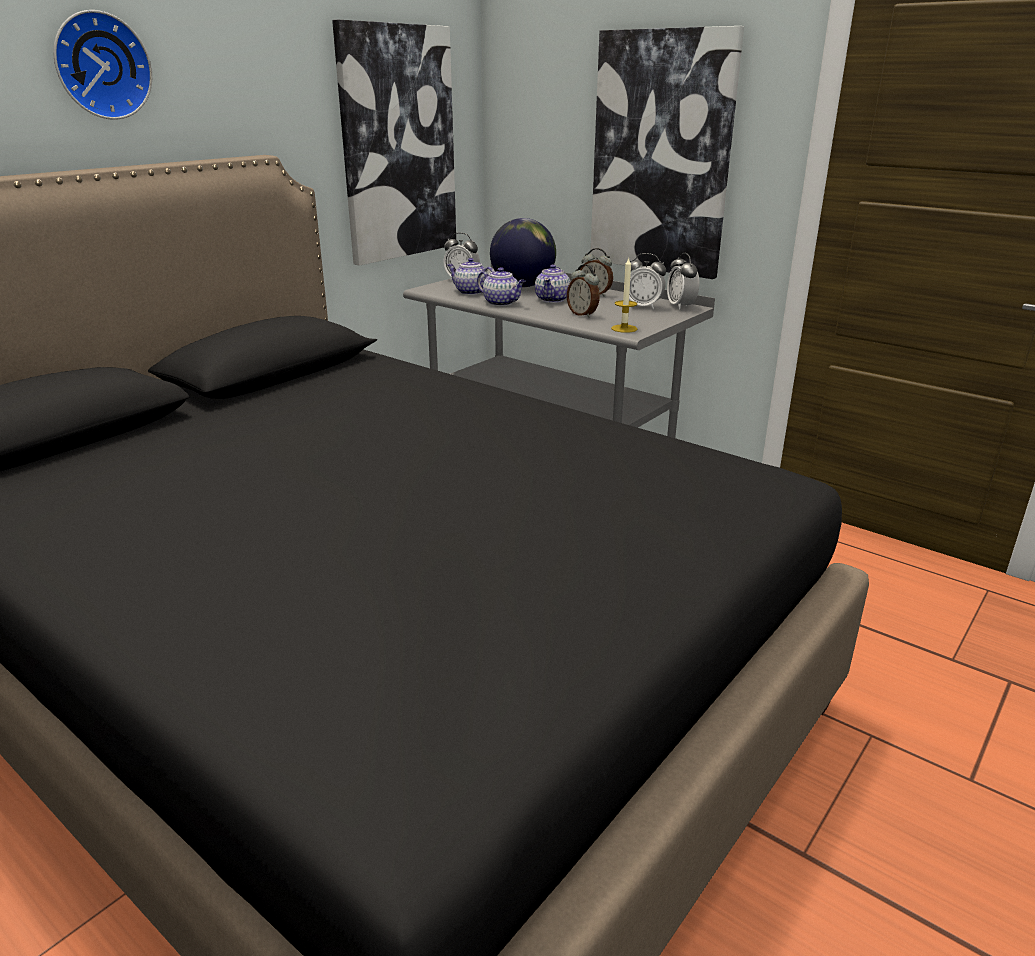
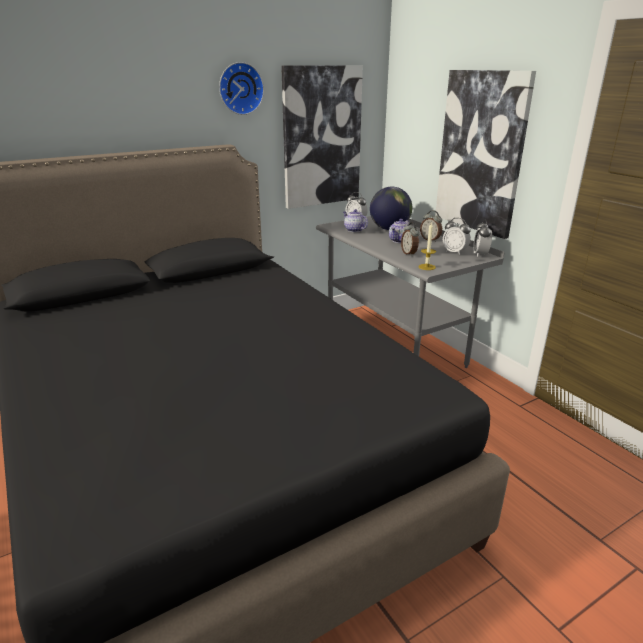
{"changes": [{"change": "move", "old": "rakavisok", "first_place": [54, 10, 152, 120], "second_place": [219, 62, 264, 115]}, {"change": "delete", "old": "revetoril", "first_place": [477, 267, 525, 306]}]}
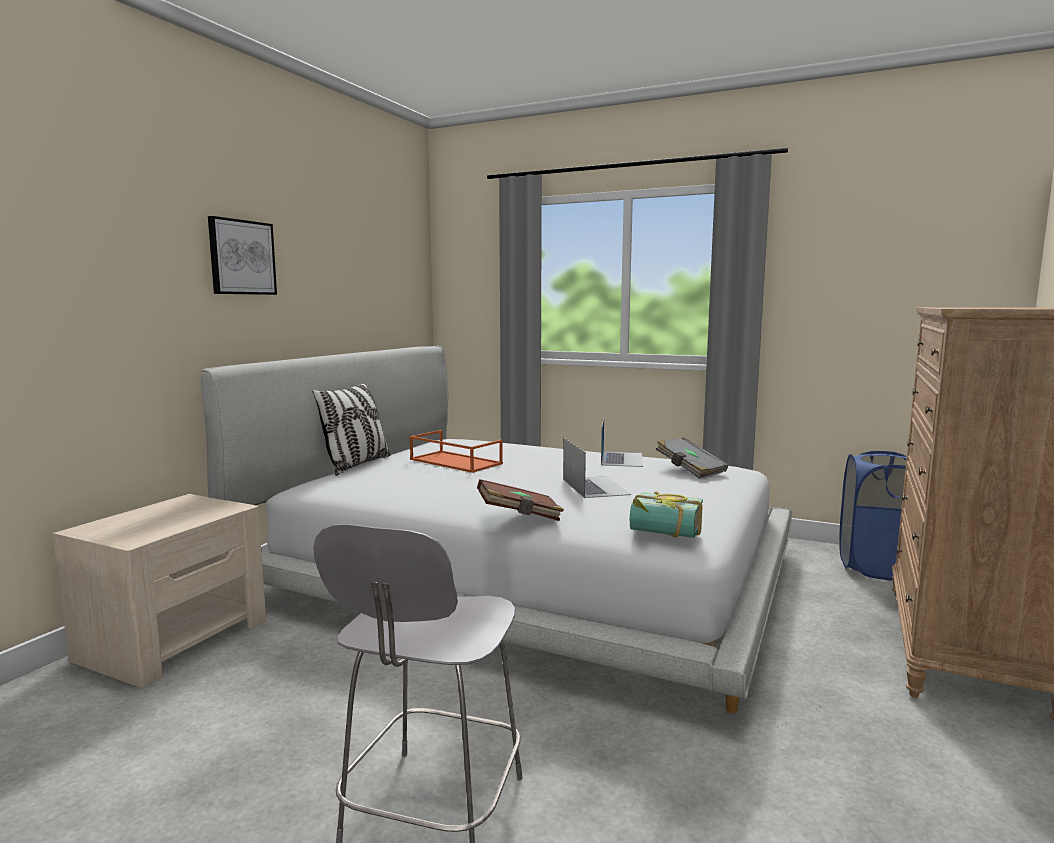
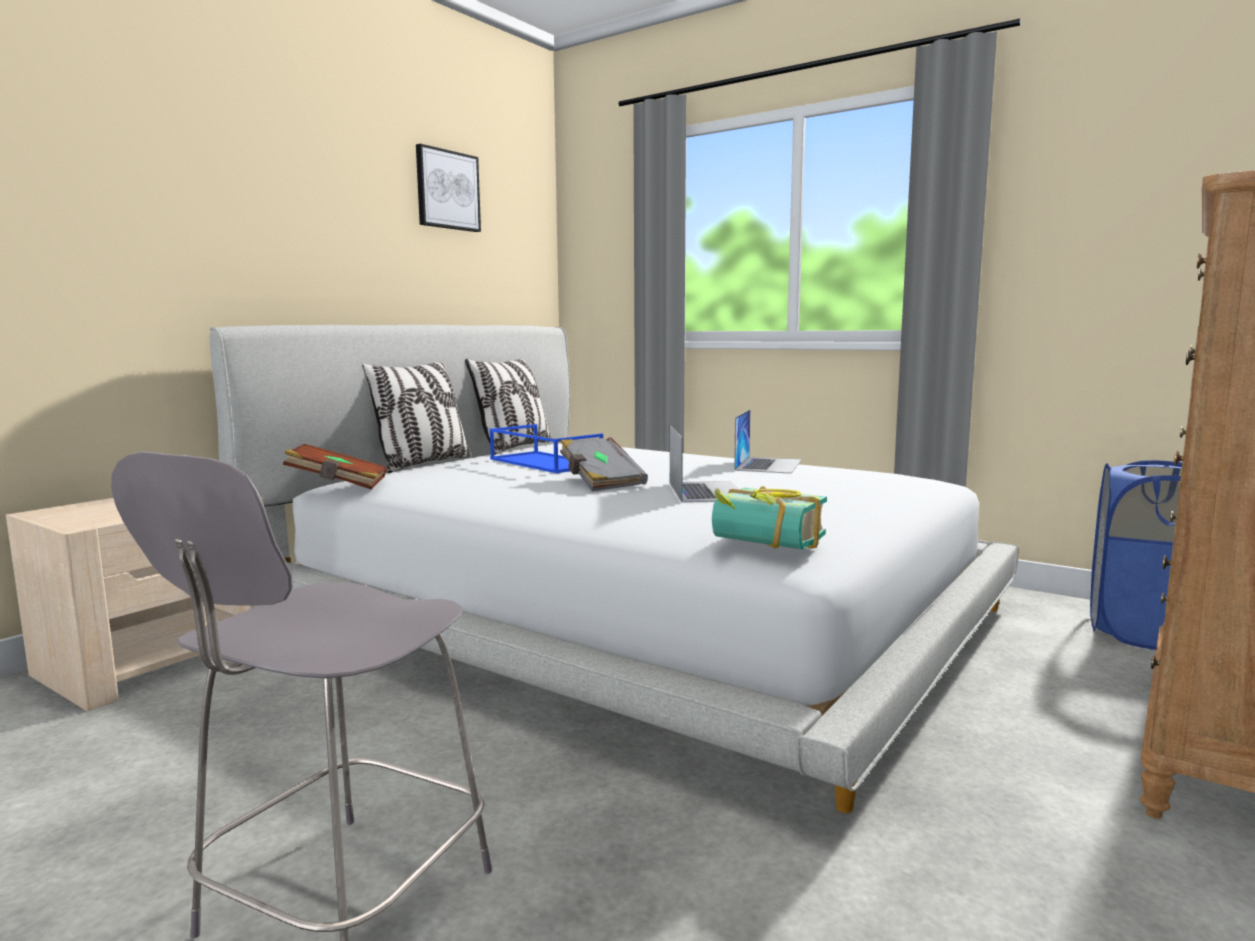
{"changes": [{"change": "move", "old": "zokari", "first_place": [208, 216, 277, 295], "second_place": [416, 144, 481, 232]}, {"change": "recolor", "old": "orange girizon", "new": "blue girizon", "first_place": [409, 430, 503, 473], "second_place": [489, 424, 603, 473]}, {"change": "move", "old": "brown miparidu", "first_place": [477, 479, 564, 521], "second_place": [283, 444, 387, 489]}, {"change": "move", "old": "grey miparidu", "first_place": [656, 438, 728, 479], "second_place": [560, 438, 648, 491]}, {"change": "insert", "new": "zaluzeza", "second_place": [465, 359, 551, 455]}]}
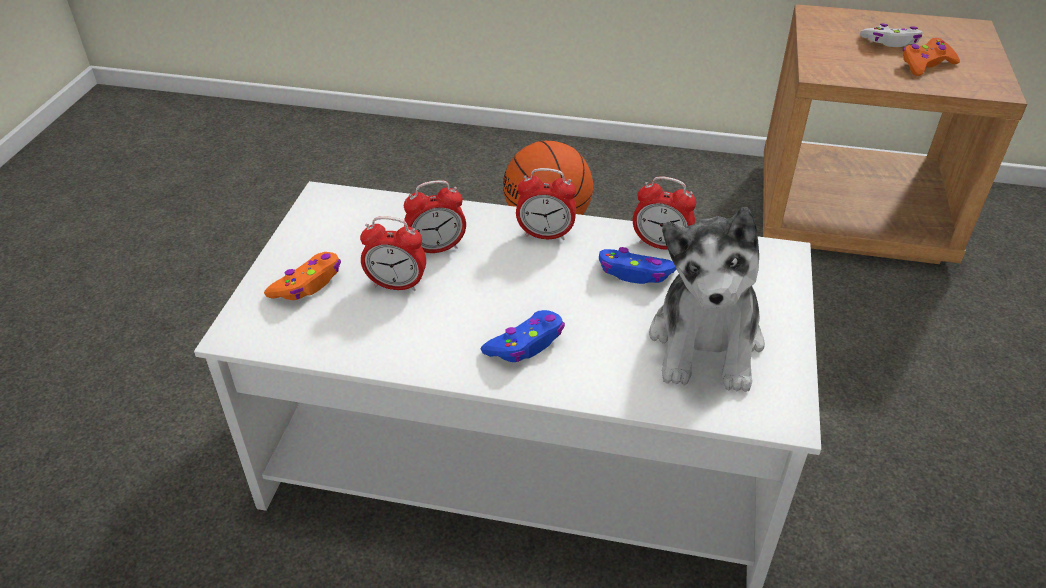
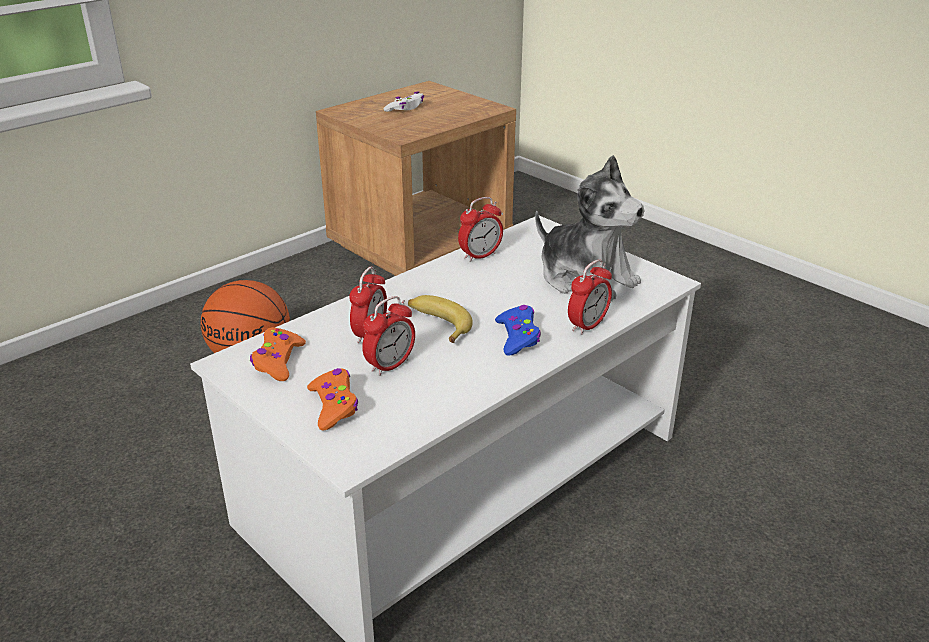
{"changes": [{"change": "move", "old": "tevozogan", "first_place": [516, 168, 576, 240], "second_place": [568, 260, 612, 335]}, {"change": "delete", "old": "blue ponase", "first_place": [599, 247, 676, 284]}, {"change": "move", "old": "orange ponase", "first_place": [902, 38, 960, 76], "second_place": [250, 327, 306, 381]}, {"change": "insert", "new": "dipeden", "second_place": [408, 295, 473, 343]}]}
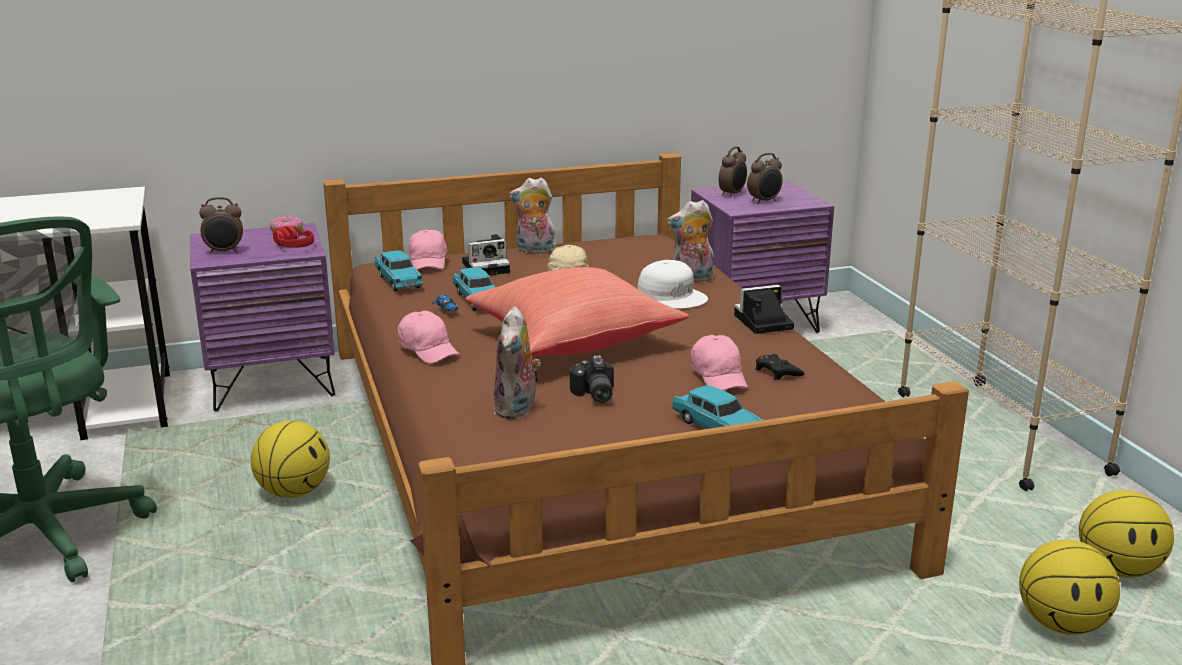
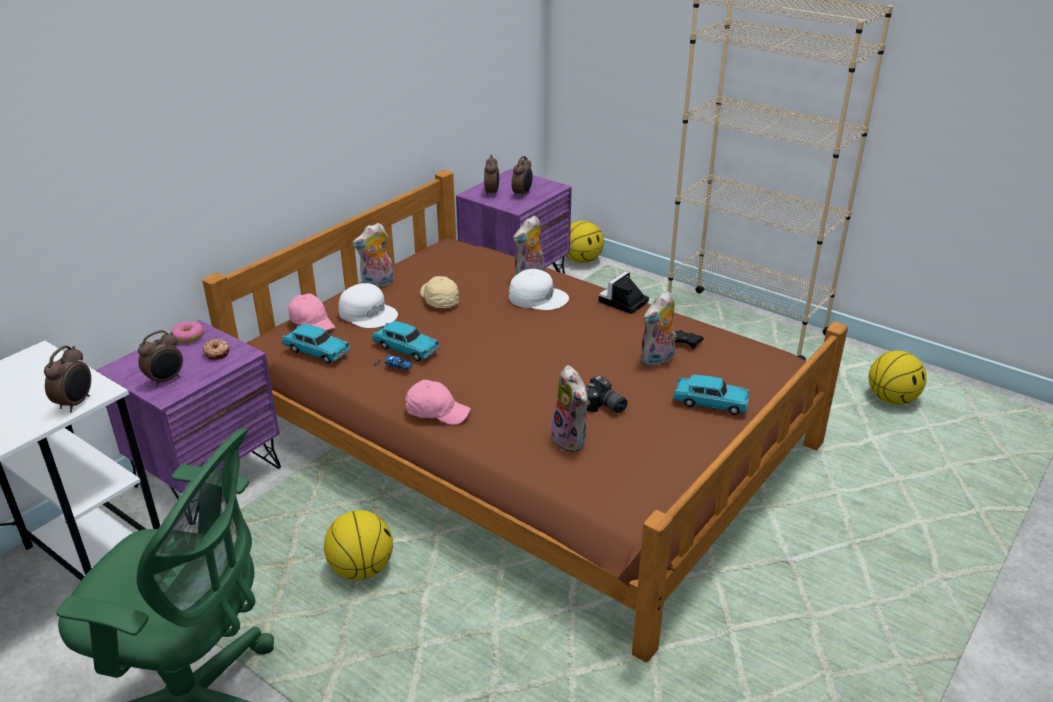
{"changes": [{"change": "replace", "old": "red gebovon", "new": "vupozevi", "first_place": [273, 225, 314, 248], "second_place": [203, 339, 229, 360]}, {"change": "replace", "old": "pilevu", "new": "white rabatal", "first_place": [462, 234, 510, 275], "second_place": [338, 283, 398, 328]}, {"change": "delete", "old": "red zaluzeza", "first_place": [465, 267, 689, 356]}, {"change": "replace", "old": "pink rabatal", "new": "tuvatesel", "first_place": [691, 335, 748, 391], "second_place": [640, 291, 676, 367]}, {"change": "move", "old": "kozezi", "first_place": [1019, 540, 1120, 635], "second_place": [566, 221, 604, 263]}, {"change": "insert", "new": "tevozogan", "second_place": [44, 345, 91, 413]}]}
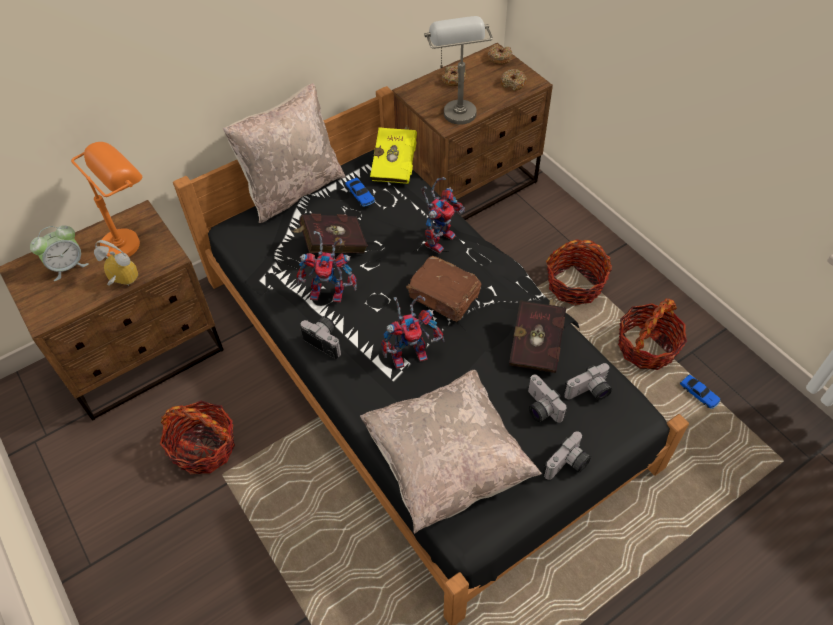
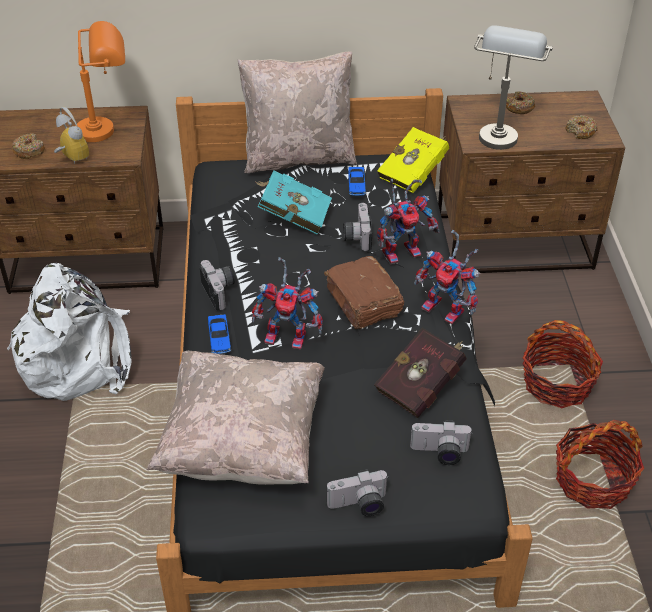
{"changes": [{"change": "delete", "old": "tevozogan", "first_place": [30, 225, 89, 281]}, {"change": "replace", "old": "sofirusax", "new": "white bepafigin", "first_place": [160, 401, 235, 475], "second_place": [7, 263, 132, 401]}, {"change": "recolor", "old": "red miparidu", "new": "turquoise miparidu", "first_place": [293, 214, 368, 254], "second_place": [256, 171, 332, 234]}, {"change": "move", "old": "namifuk", "first_place": [297, 231, 357, 302], "second_place": [414, 230, 480, 324]}, {"change": "move", "old": "vupozevi", "first_place": [488, 44, 512, 65], "second_place": [12, 133, 45, 159]}, {"change": "move", "old": "pilevu", "first_place": [528, 374, 567, 423], "second_place": [343, 203, 372, 251]}, {"change": "move", "old": "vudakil", "first_place": [680, 374, 720, 409], "second_place": [208, 314, 231, 354]}]}
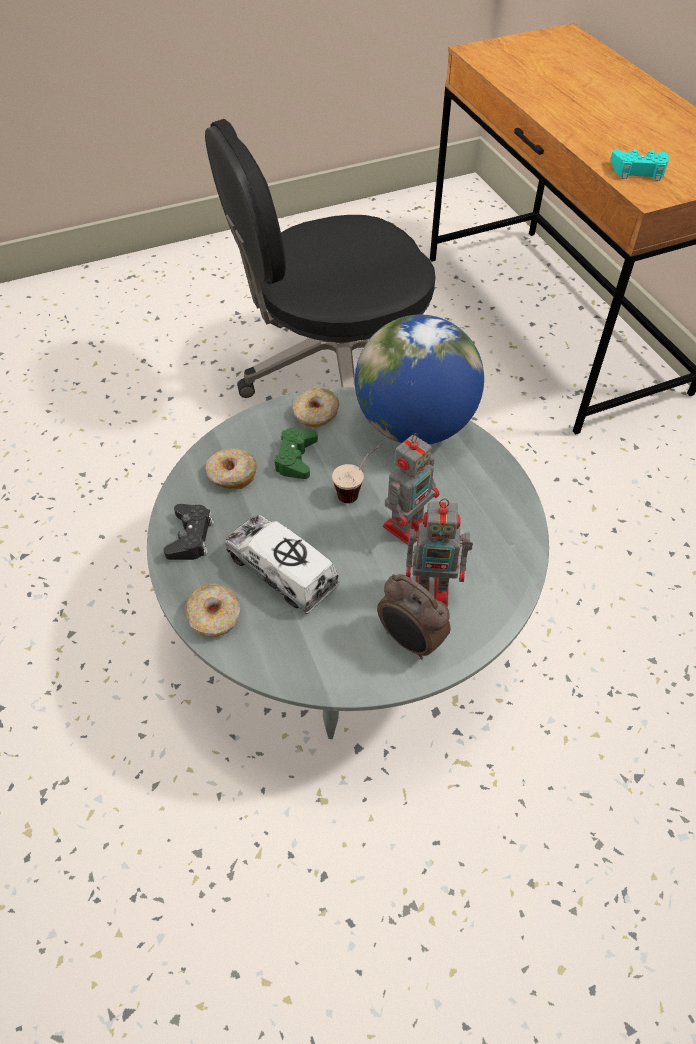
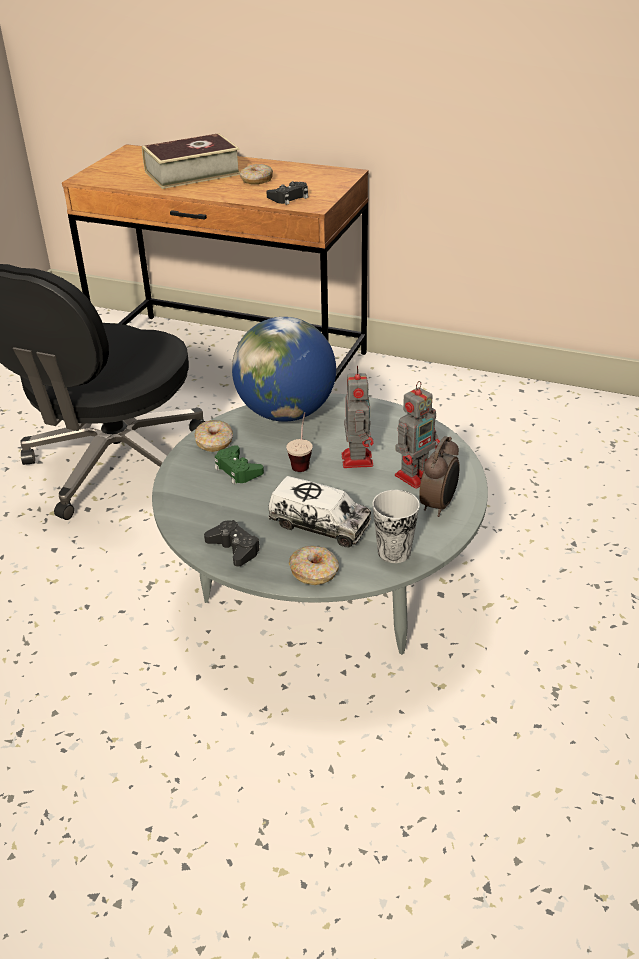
{"changes": [{"change": "move", "old": "vupozevi", "first_place": [206, 448, 257, 490], "second_place": [240, 164, 273, 184]}, {"change": "rotate", "old": "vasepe", "first_place": [225, 515, 339, 614], "second_place": [268, 476, 371, 548], "degrees": -150}, {"change": "rotate", "old": "tevozogan", "first_place": [377, 574, 451, 660], "second_place": [419, 436, 460, 517], "degrees": -60}, {"change": "recolor", "old": "turquoise ponase", "new": "black ponase", "first_place": [610, 149, 669, 181], "second_place": [266, 181, 308, 205]}, {"change": "insert", "new": "miparidu", "second_place": [142, 133, 240, 189]}, {"change": "insert", "new": "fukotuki", "second_place": [372, 490, 420, 563]}]}
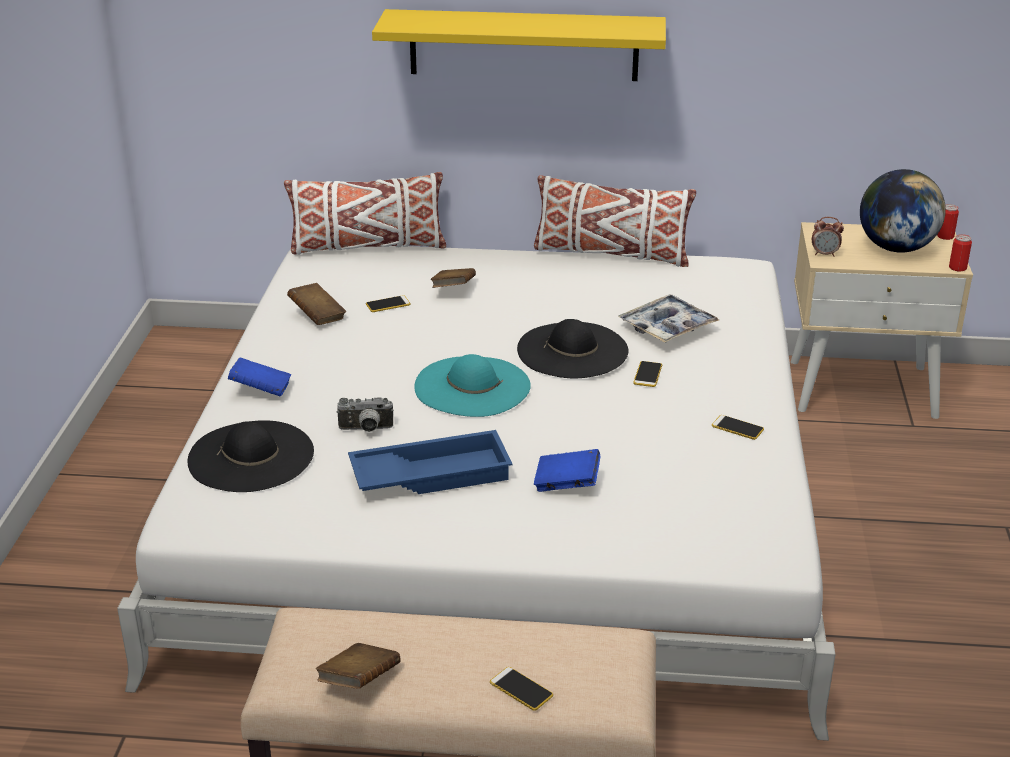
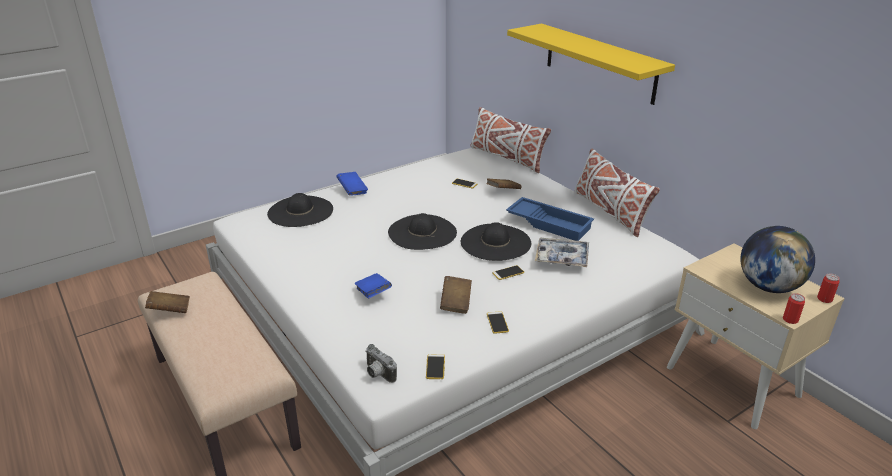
{"changes": [{"change": "move", "old": "brown miparidu", "first_place": [287, 283, 346, 325], "second_place": [440, 276, 472, 314]}, {"change": "move", "old": "pilevu", "first_place": [337, 398, 394, 432], "second_place": [365, 344, 397, 383]}, {"change": "move", "old": "blue girizon", "first_place": [348, 430, 513, 494], "second_place": [506, 197, 594, 241]}, {"change": "recolor", "old": "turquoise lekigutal", "new": "black lekigutal", "first_place": [414, 354, 531, 417], "second_place": [388, 213, 457, 250]}, {"change": "move", "old": "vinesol", "first_place": [490, 667, 553, 711], "second_place": [426, 354, 445, 379]}, {"change": "delete", "old": "tevozogan", "first_place": [812, 217, 844, 257]}]}
